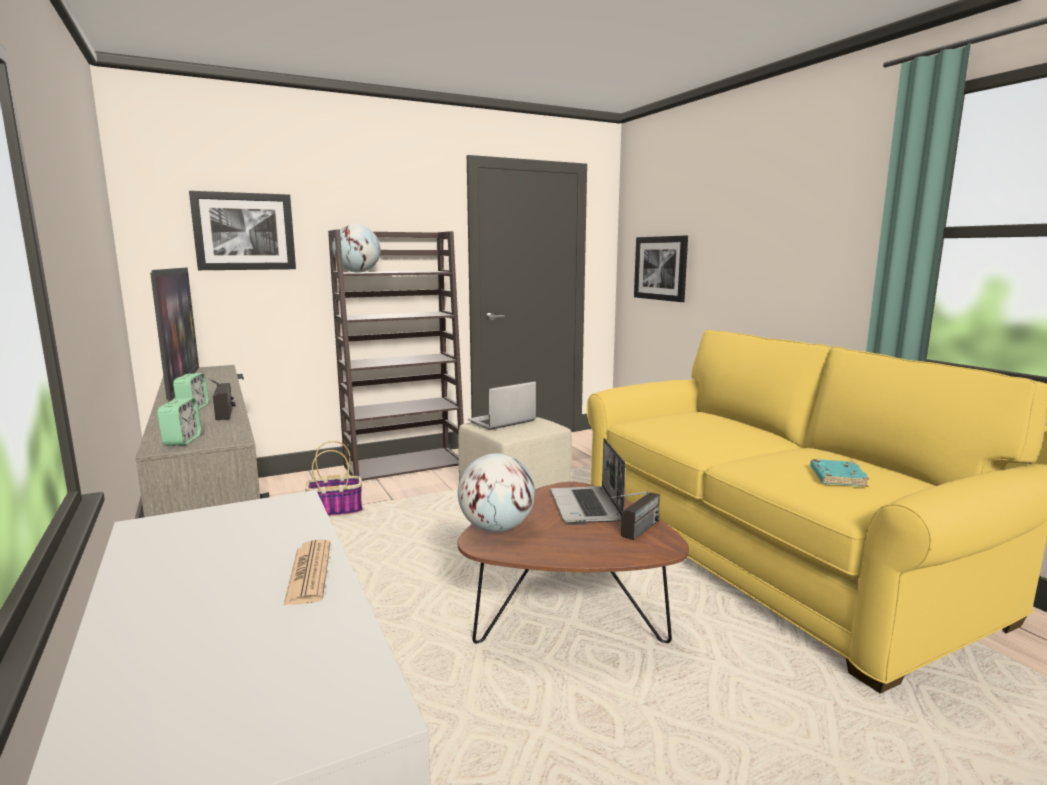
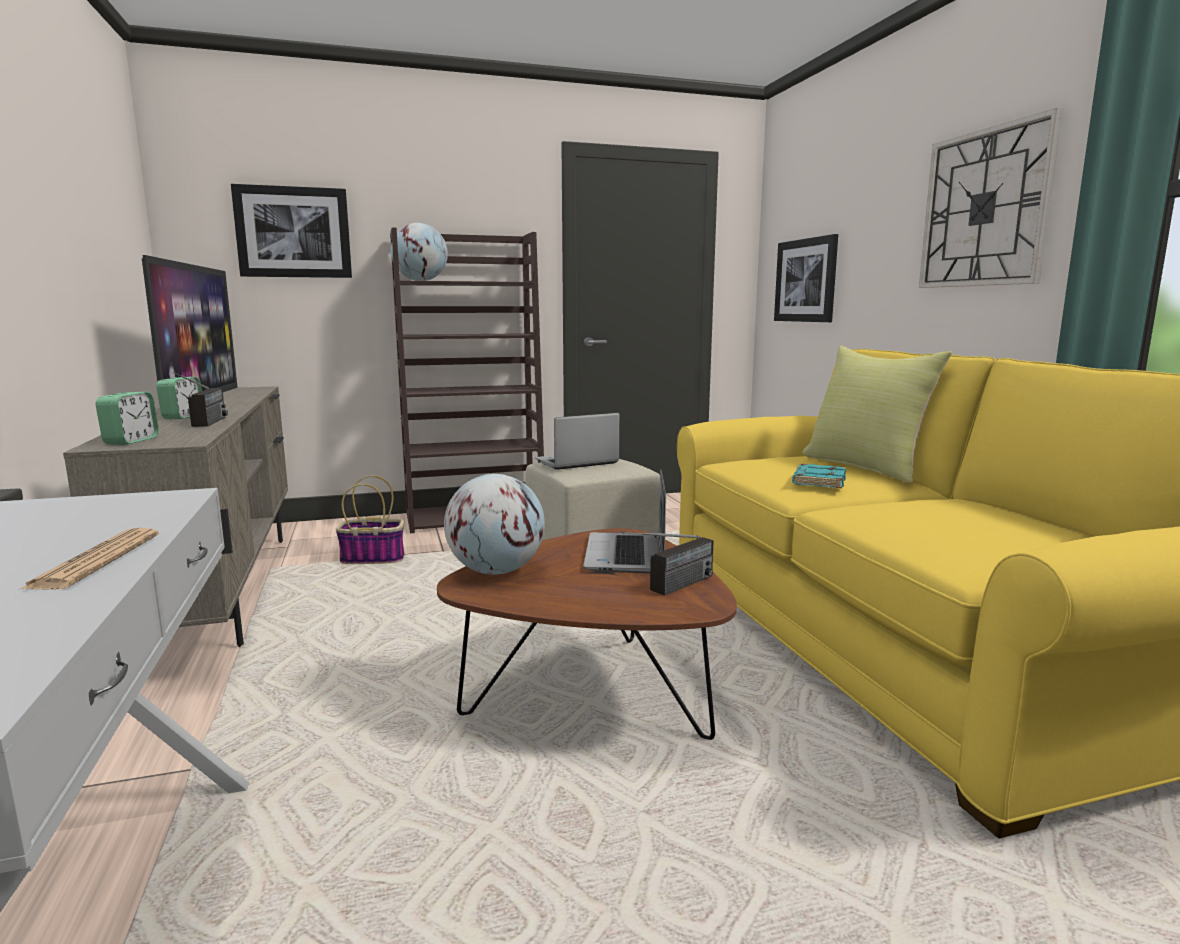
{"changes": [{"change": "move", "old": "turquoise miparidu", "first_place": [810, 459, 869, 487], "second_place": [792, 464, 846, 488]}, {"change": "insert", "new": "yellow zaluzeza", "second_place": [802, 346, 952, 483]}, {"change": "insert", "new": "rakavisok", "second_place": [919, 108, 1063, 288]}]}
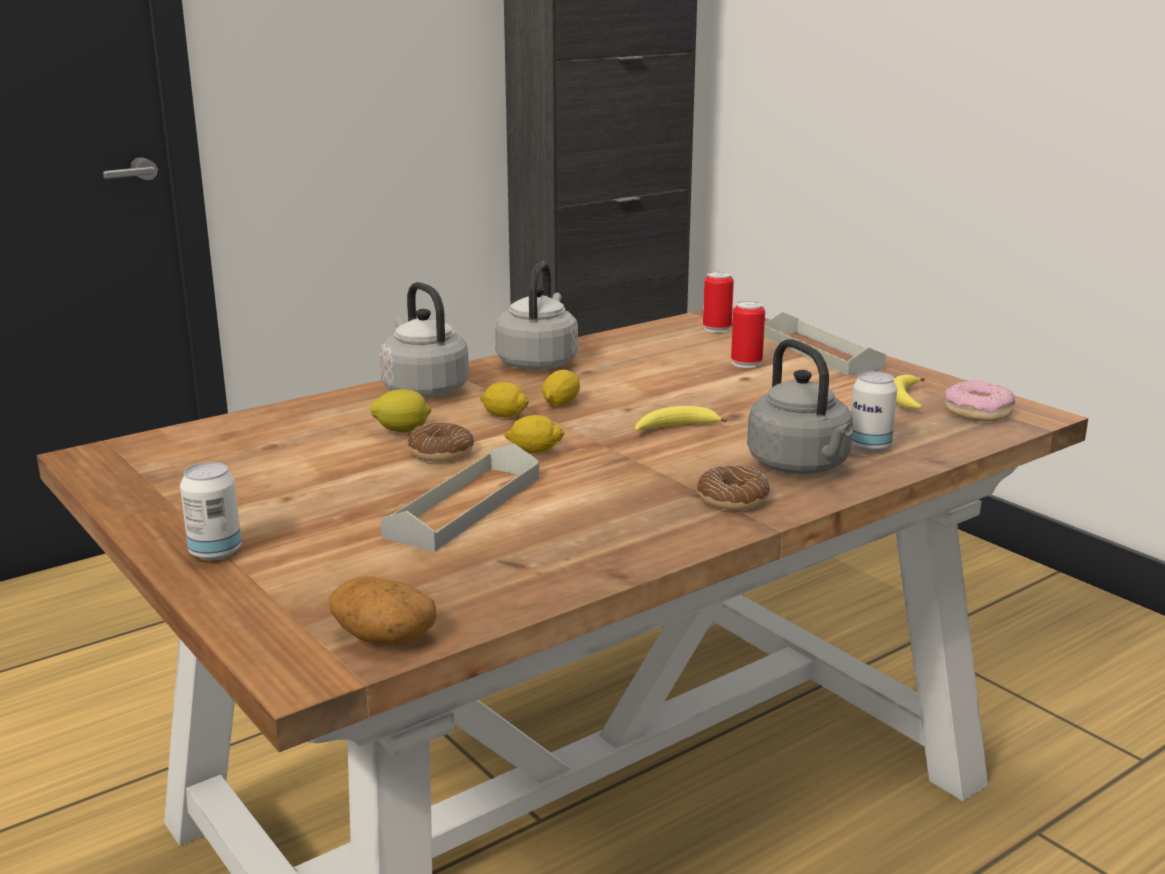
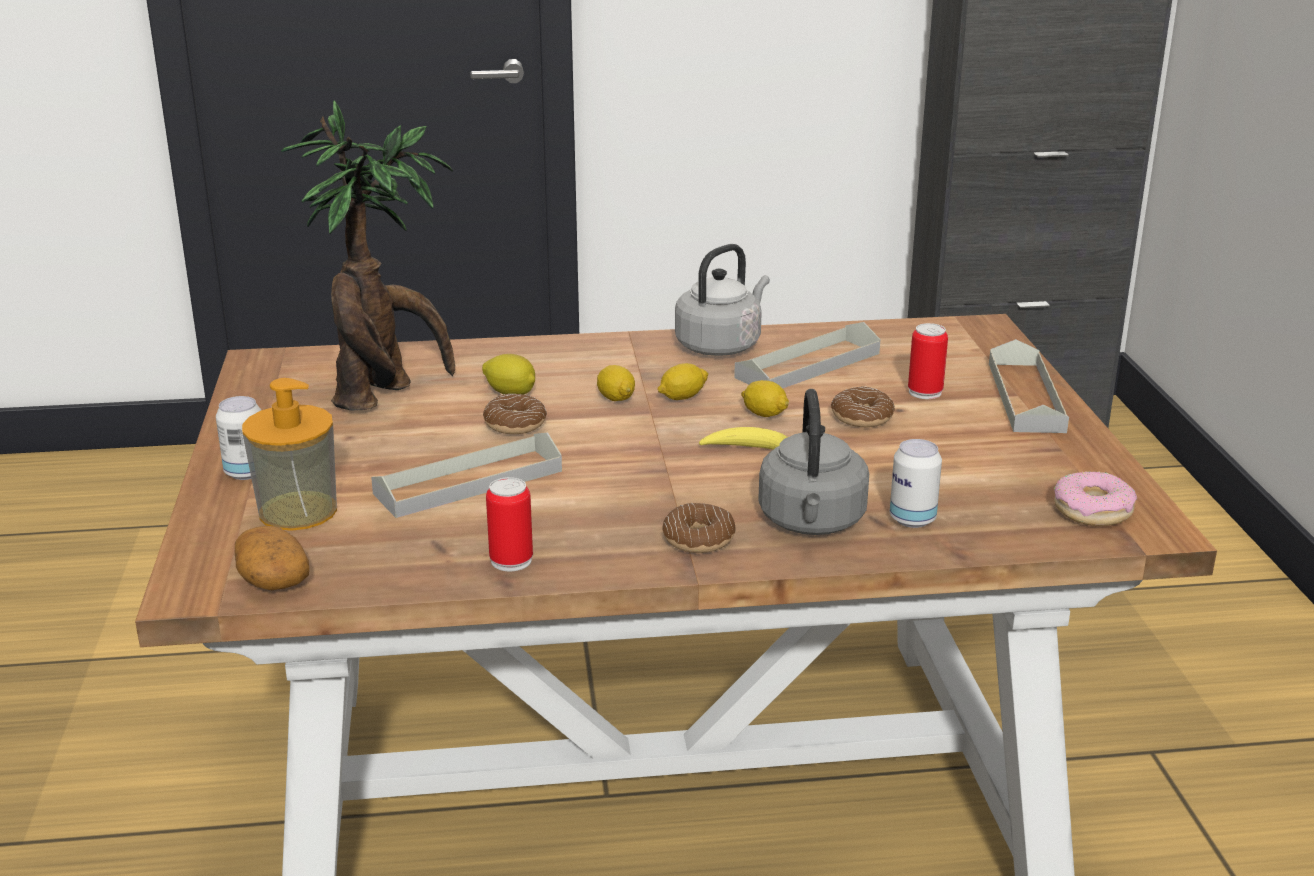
{"changes": [{"change": "delete", "old": "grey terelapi", "first_place": [380, 282, 469, 398]}, {"change": "move", "old": "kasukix", "first_place": [504, 415, 565, 453], "second_place": [741, 380, 789, 417]}, {"change": "move", "old": "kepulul", "first_place": [703, 271, 734, 333], "second_place": [486, 477, 533, 571]}, {"change": "delete", "old": "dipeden", "first_place": [894, 375, 925, 409]}, {"change": "insert", "new": "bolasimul", "second_place": [242, 378, 337, 531]}, {"change": "insert", "new": "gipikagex", "second_place": [281, 100, 455, 410]}, {"change": "insert", "new": "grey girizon", "second_place": [734, 322, 880, 388]}, {"change": "insert", "new": "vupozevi", "second_place": [831, 386, 895, 427]}]}
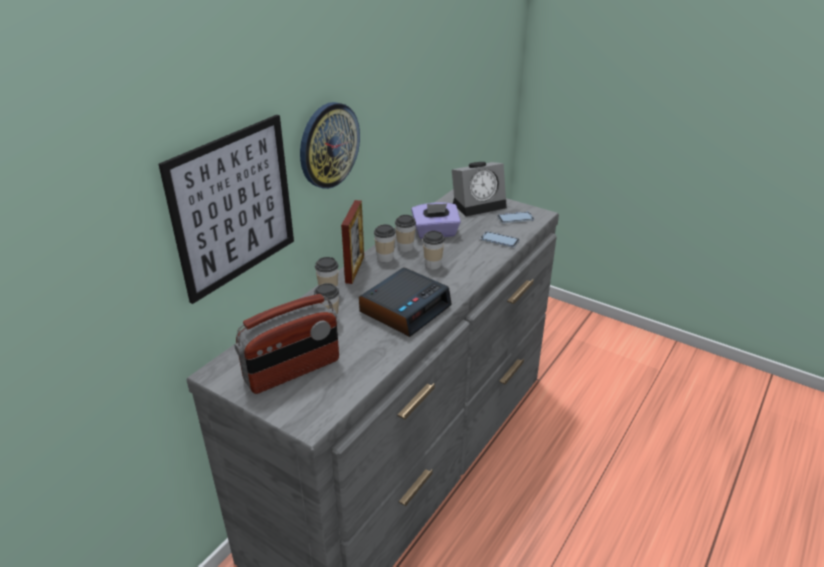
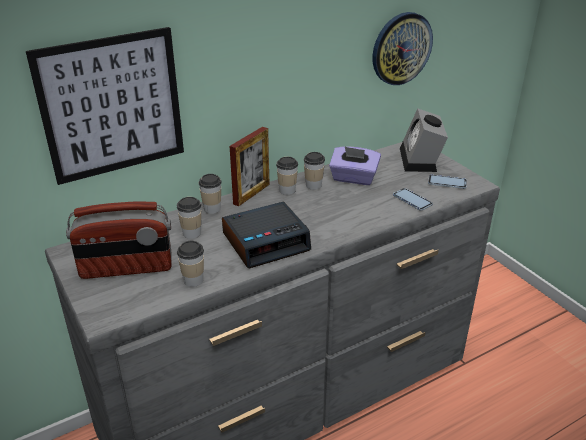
{"changes": [{"change": "move", "old": "rakavisok", "first_place": [300, 102, 360, 189], "second_place": [373, 12, 433, 85]}, {"change": "move", "old": "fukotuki", "first_place": [423, 231, 445, 269], "second_place": [177, 241, 204, 287]}, {"change": "rotate", "old": "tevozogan", "first_place": [452, 162, 507, 217], "second_place": [400, 108, 448, 172], "degrees": 90}]}
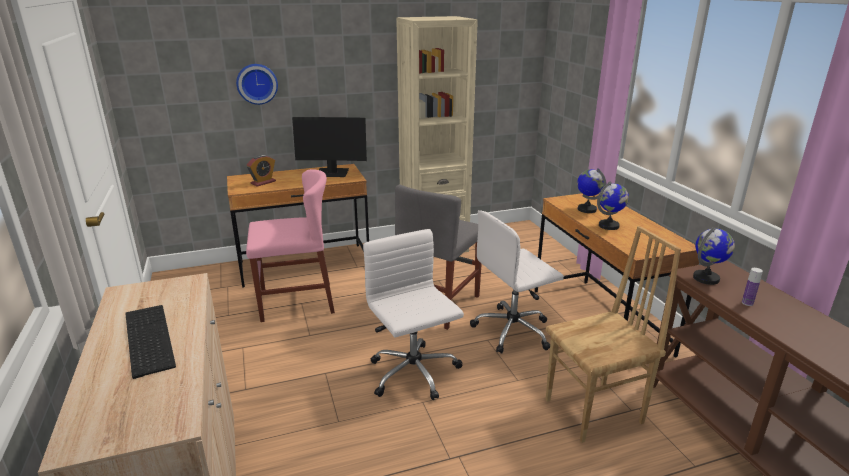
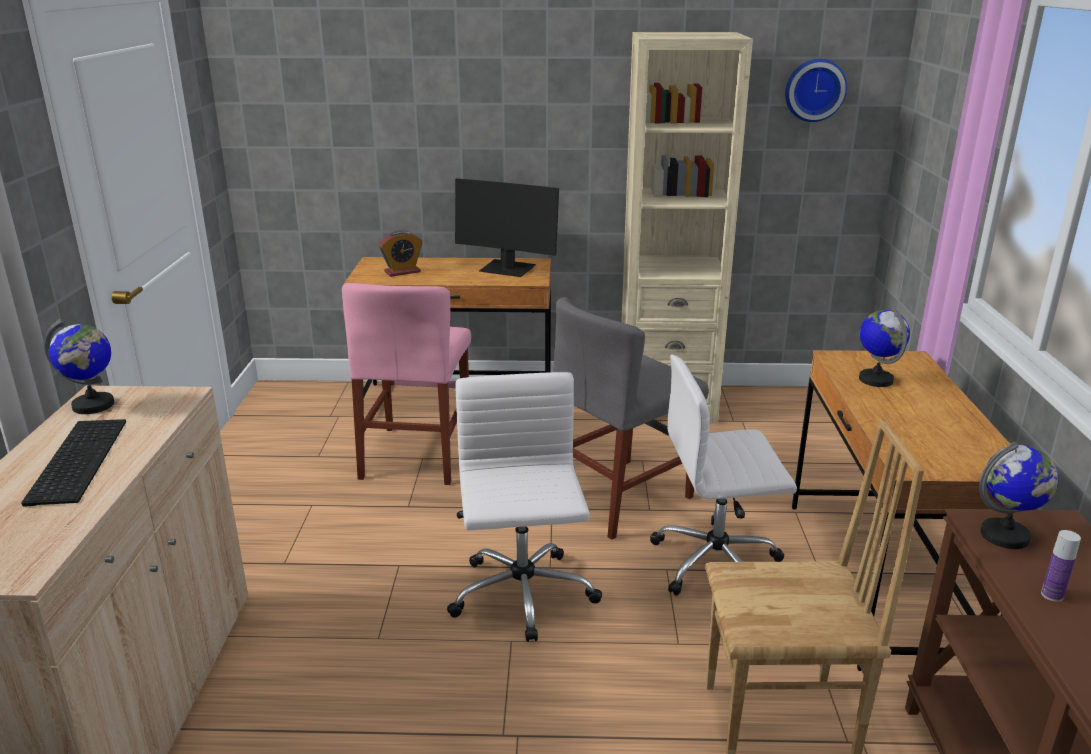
{"changes": [{"change": "move", "old": "rakavisok", "first_place": [236, 64, 278, 105], "second_place": [785, 59, 847, 122]}, {"change": "rotate", "old": "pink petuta", "first_place": [246, 169, 335, 322], "second_place": [342, 283, 471, 485], "degrees": 90}, {"change": "move", "old": "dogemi", "first_place": [597, 181, 629, 230], "second_place": [44, 319, 114, 414]}]}
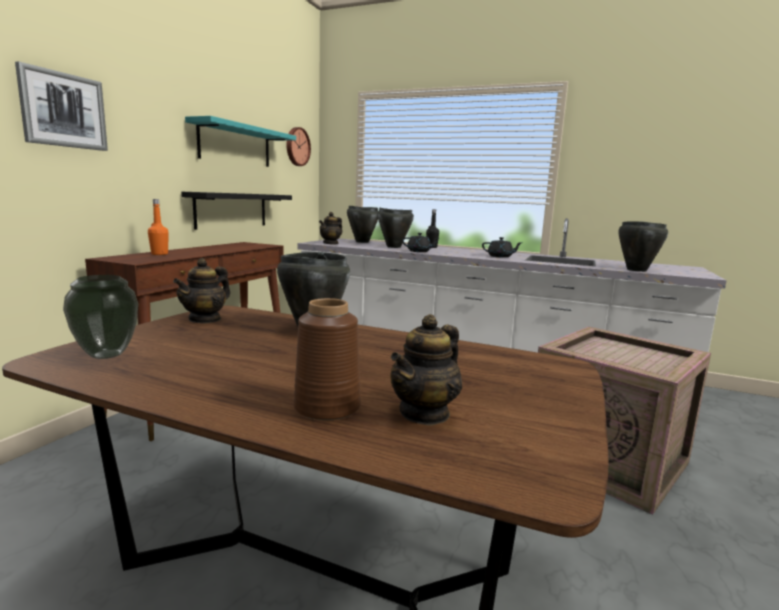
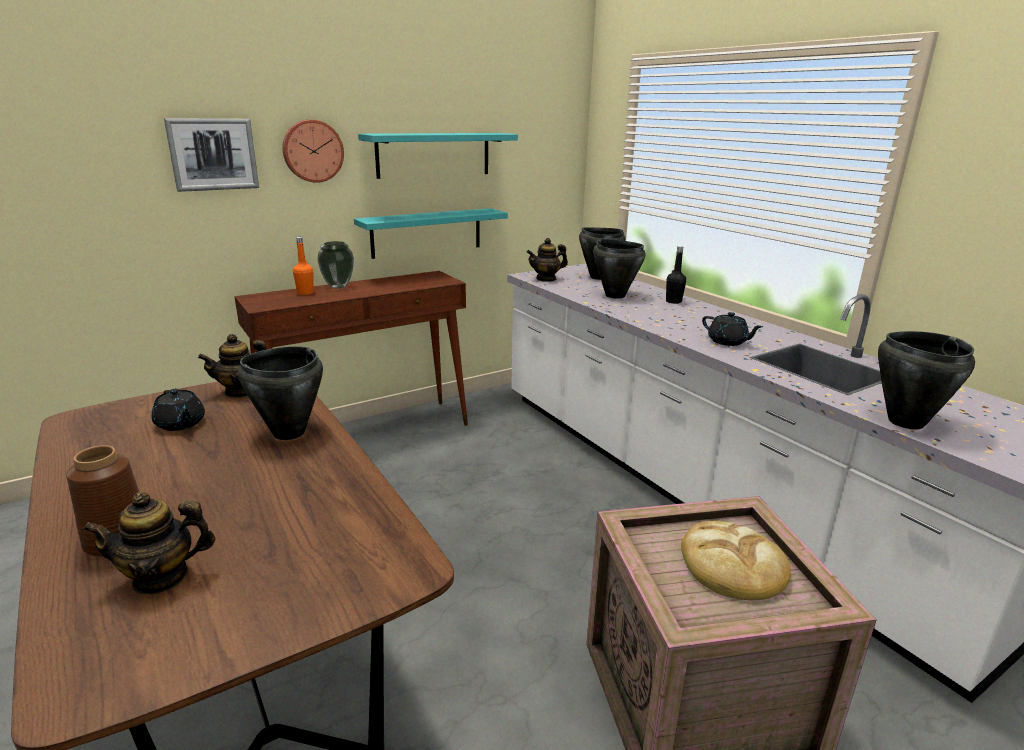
{"changes": [{"change": "move", "old": "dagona", "first_place": [63, 275, 138, 359], "second_place": [317, 241, 354, 289]}, {"change": "recolor", "old": "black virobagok", "new": "turquoise virobagok", "first_place": [181, 192, 292, 230], "second_place": [354, 208, 508, 259]}, {"change": "move", "old": "rakavisok", "first_place": [286, 127, 311, 166], "second_place": [282, 119, 344, 183]}, {"change": "move", "old": "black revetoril", "first_place": [402, 233, 439, 252], "second_place": [151, 389, 205, 431]}, {"change": "insert", "new": "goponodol", "second_place": [681, 521, 791, 600]}]}
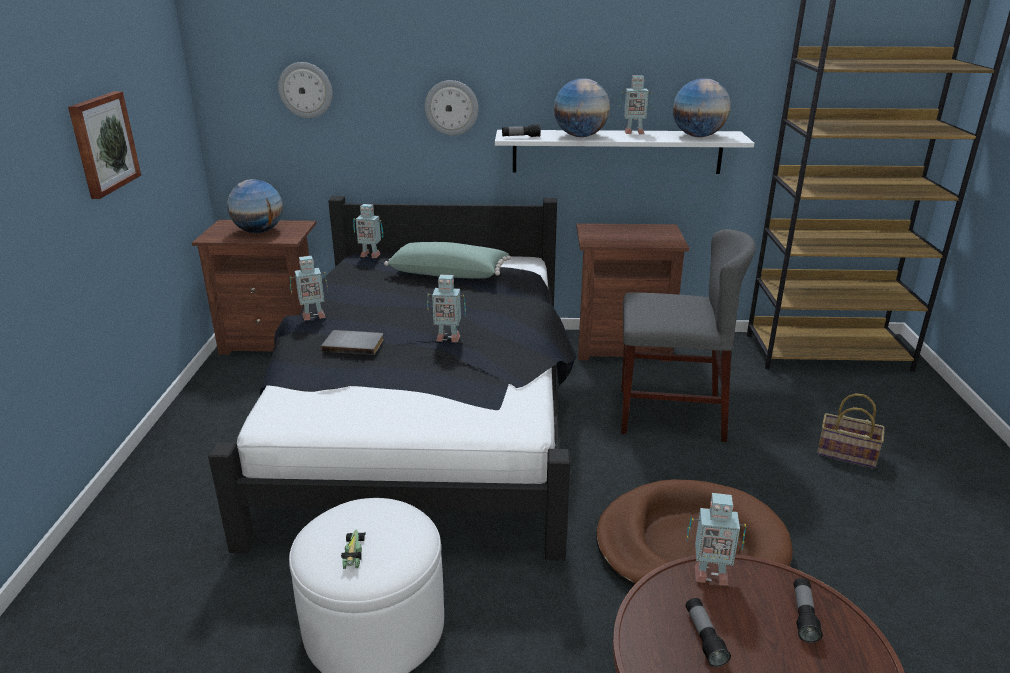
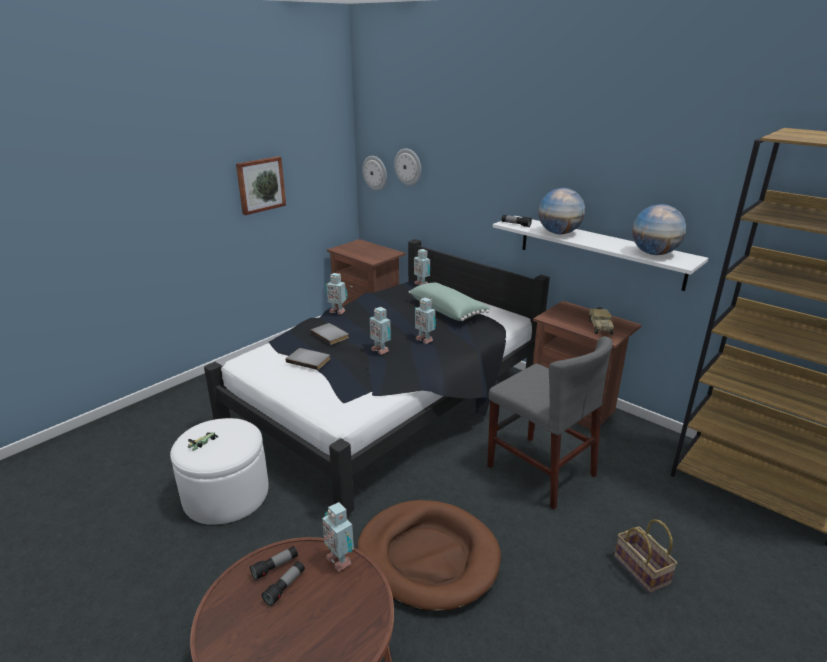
{"changes": [{"change": "delete", "old": "dogemi", "first_place": [227, 179, 283, 233]}, {"change": "move", "old": "rakavisok", "first_place": [425, 80, 479, 136], "second_place": [362, 156, 387, 191]}, {"change": "move", "old": "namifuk", "first_place": [619, 76, 652, 135], "second_place": [415, 298, 436, 344]}, {"change": "move", "old": "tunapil", "first_place": [793, 578, 823, 643], "second_place": [250, 546, 298, 580]}, {"change": "insert", "new": "grey miparidu", "second_place": [286, 348, 330, 370]}, {"change": "insert", "new": "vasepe", "second_place": [589, 307, 614, 334]}]}
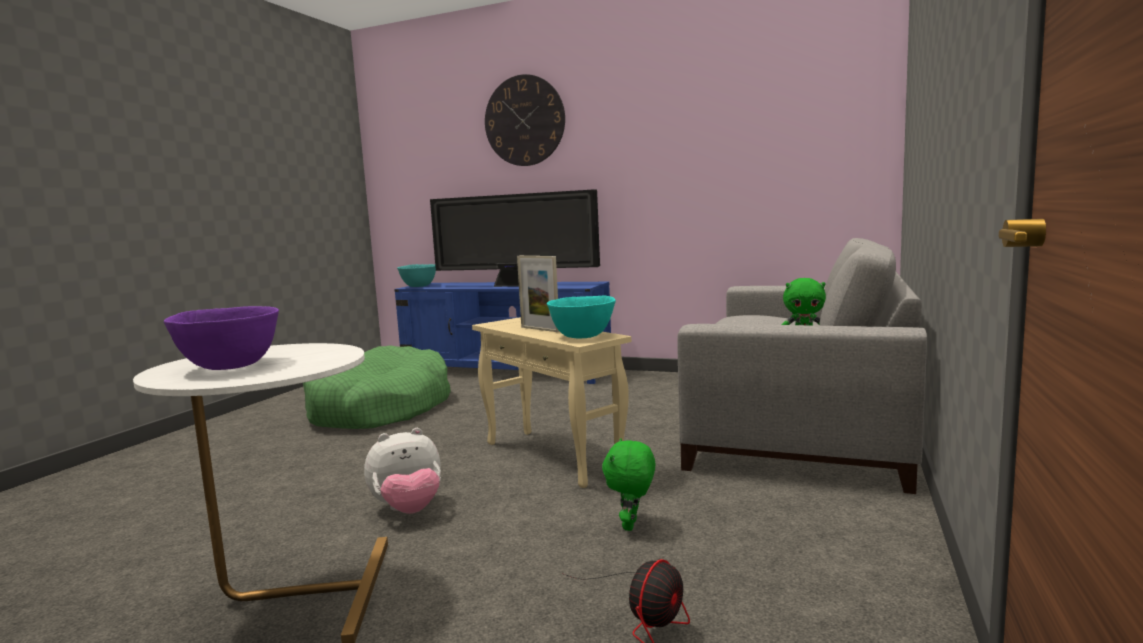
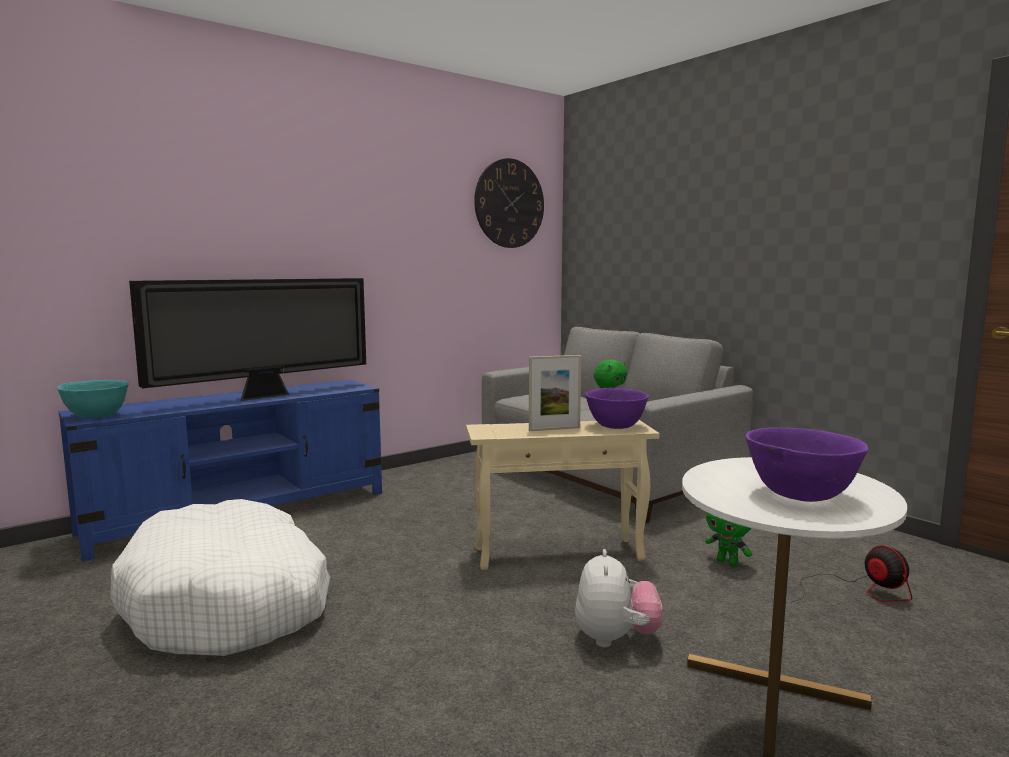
{"changes": [{"change": "recolor", "old": "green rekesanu", "new": "white rekesanu", "first_place": [303, 345, 451, 429], "second_place": [111, 499, 330, 656]}, {"change": "move", "old": "rakavisok", "first_place": [485, 74, 565, 166], "second_place": [474, 158, 544, 248]}, {"change": "recolor", "old": "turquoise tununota", "new": "purple tununota", "first_place": [547, 296, 616, 338], "second_place": [585, 388, 649, 429]}]}
